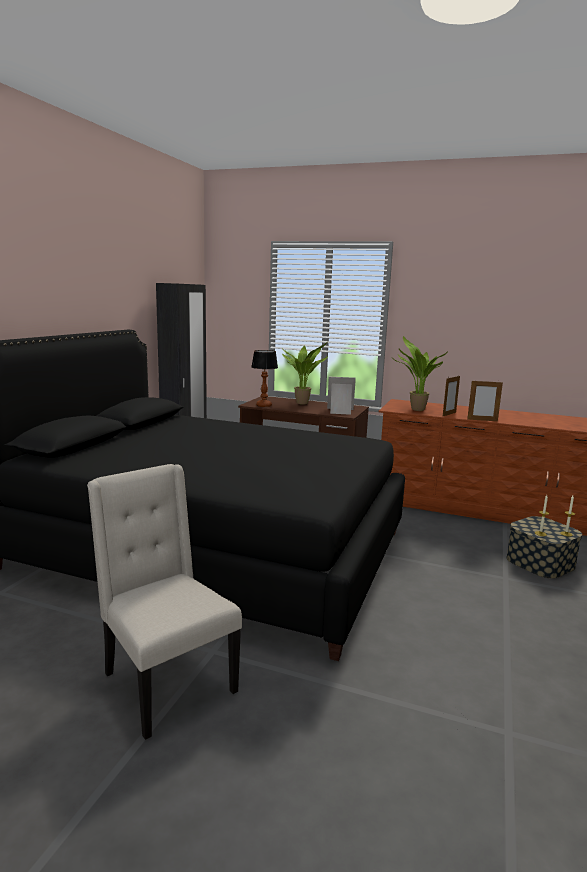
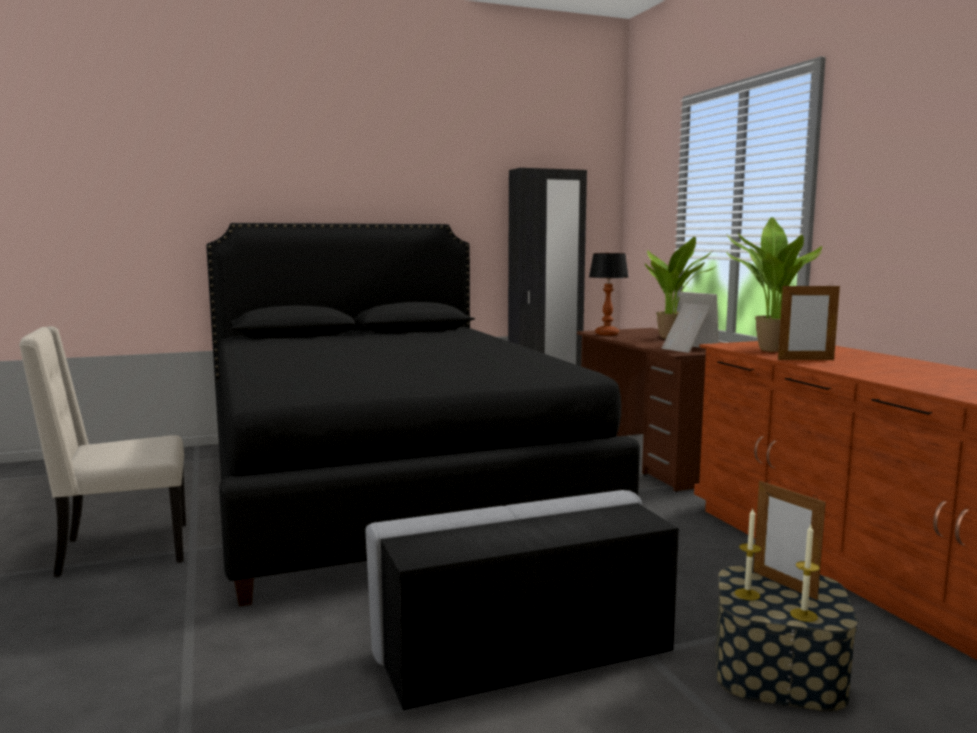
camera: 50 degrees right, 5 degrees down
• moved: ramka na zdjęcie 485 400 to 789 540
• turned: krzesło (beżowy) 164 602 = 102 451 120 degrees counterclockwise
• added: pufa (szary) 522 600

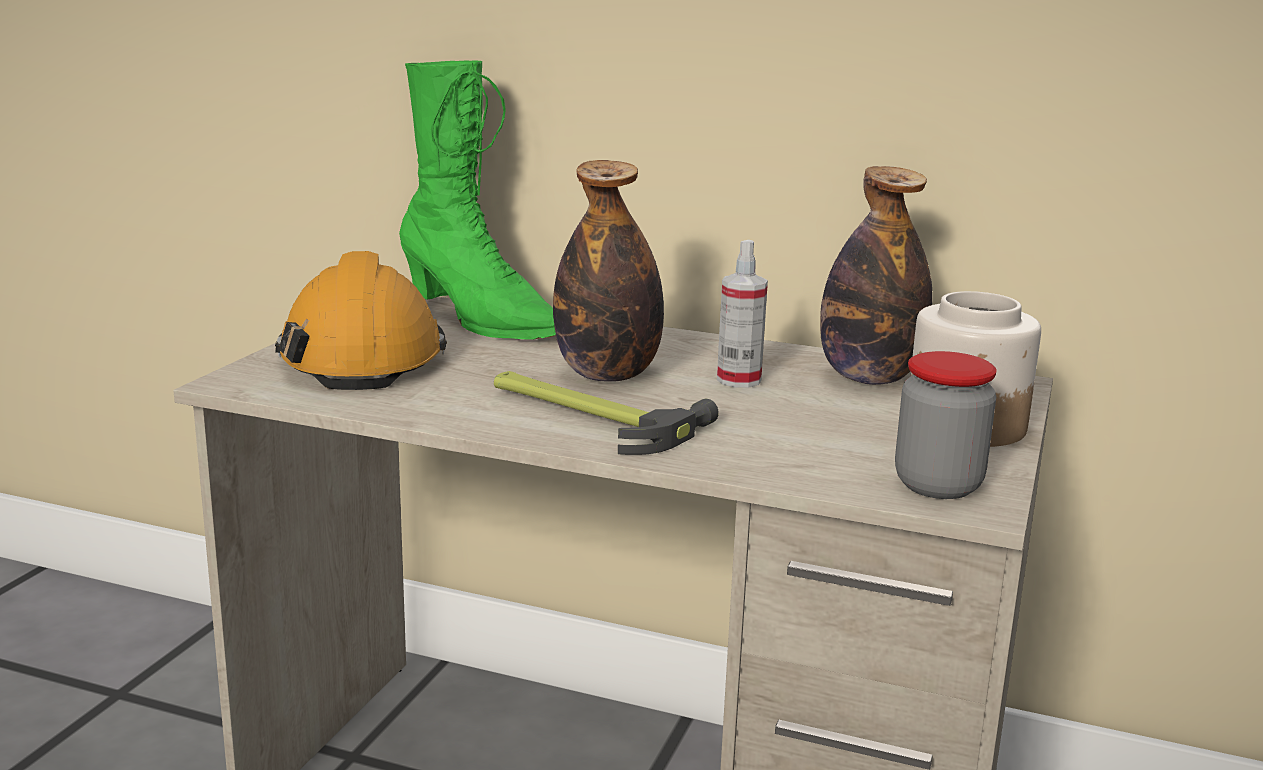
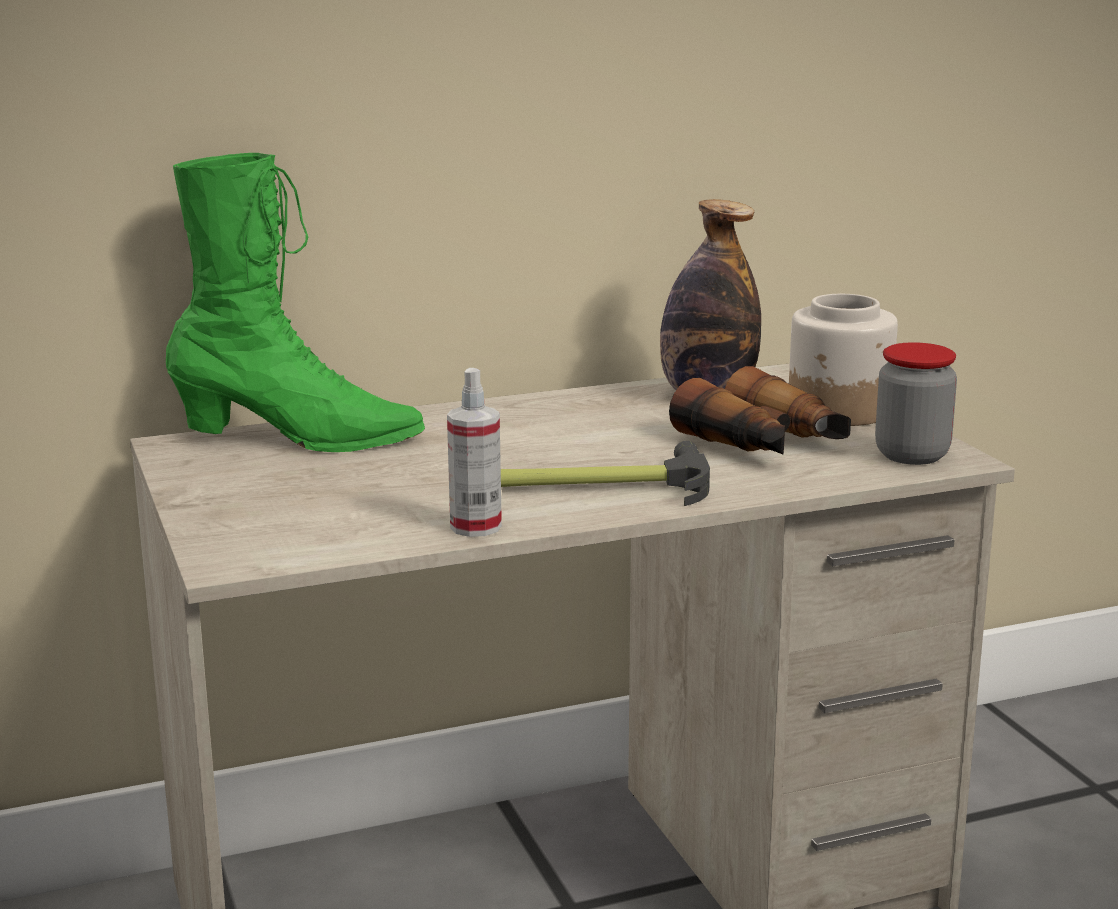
camera: 40 degrees left, 0 degrees up
• removed: butelka 608 271
• moved: spryskiwacz 742 314 to 474 452
• removed: kask (pomarańczowy) 361 320
• added: lornetka 760 410

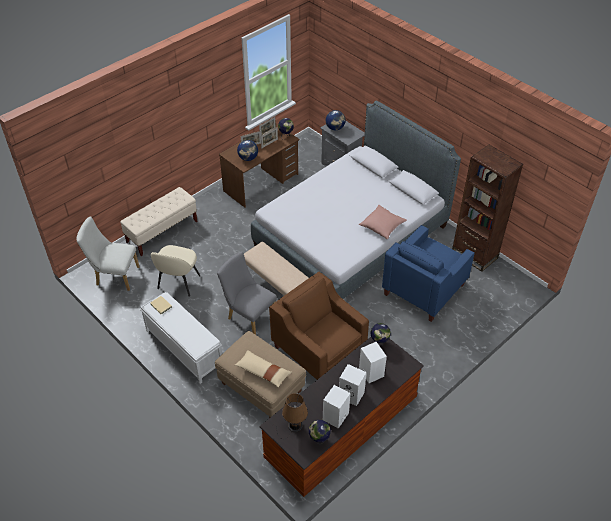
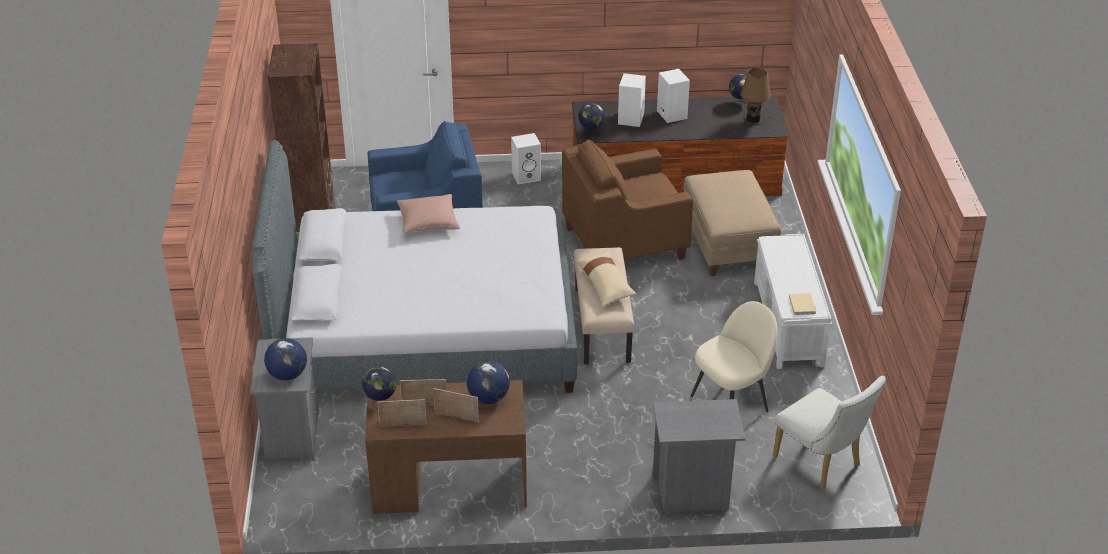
camera: 140 degrees left, 10 degrees down
• replaced: ławka (beżowy) 159 221 to szafka nocna (szary) 699 455
• removed: krzesło (szary) 247 293
• turned: fotel (brązowy) 319 326 = 627 199 75 degrees clockwise
• moved: poduszka (beżowy) 263 369 to 606 278
• moved: głośnik (biały) 336 406 to 526 158

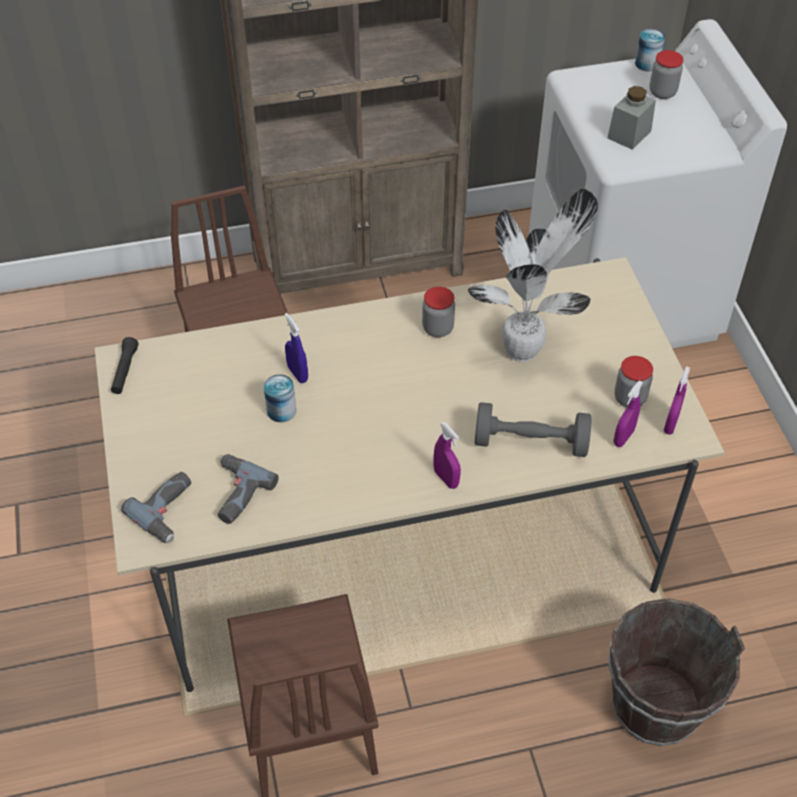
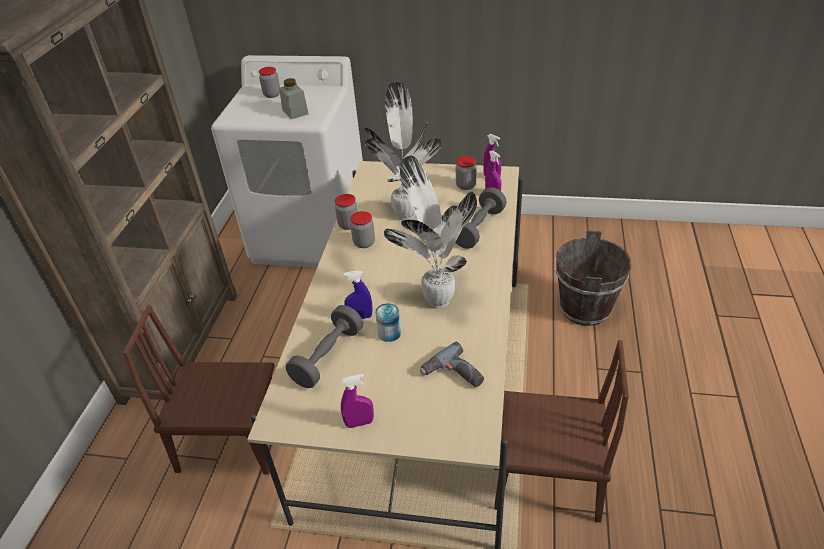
camera: 65 degrees left, 10 degrees down
• removed: puszka 650 50
• removed: latarka (czarny) 124 365
• moved: spryskiwacz (fioletowy) 447 455 to 357 401
• removed: wiertarka 156 507
• added: roślina doniczkowa 430 232
• added: słoik 346 212
• added: hantel (szary) 324 346

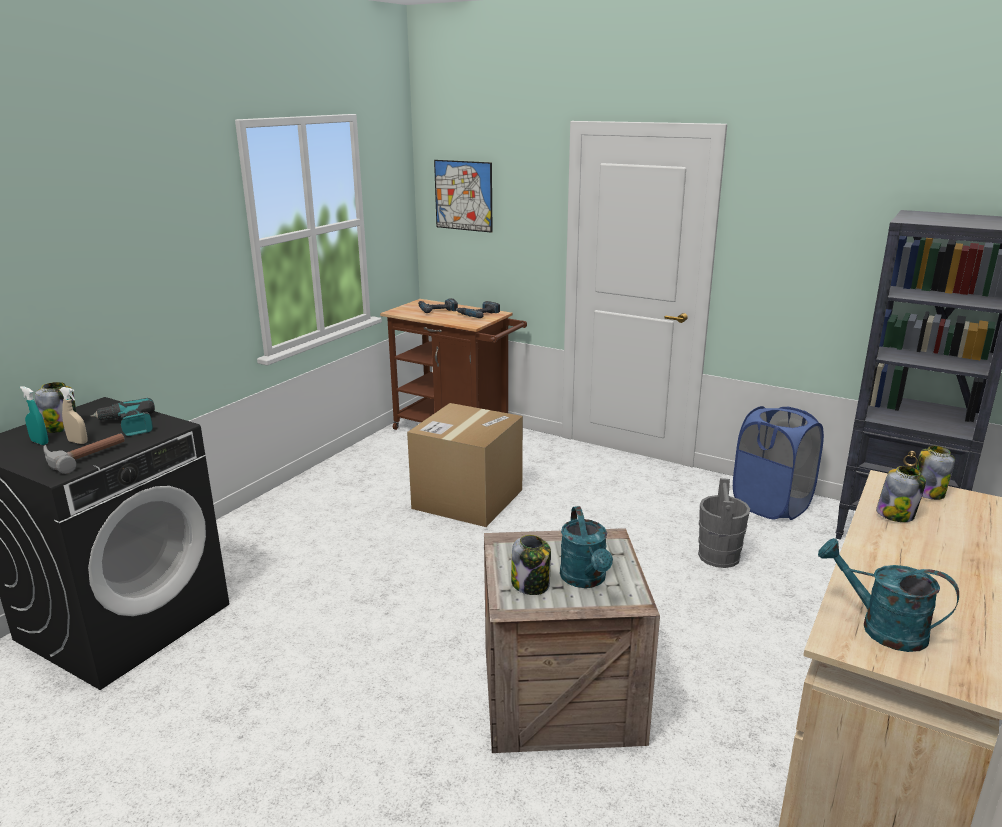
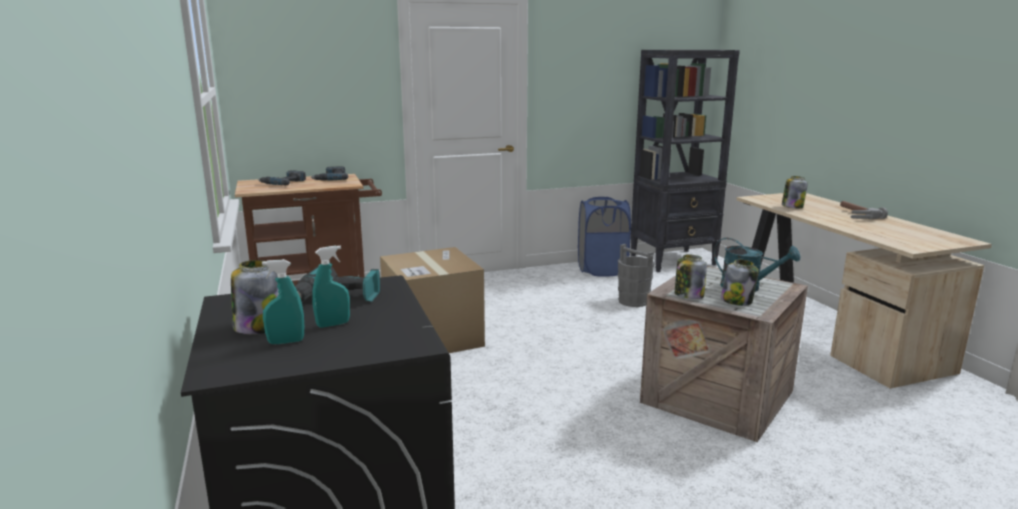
camera: 50 degrees left, 5 degrees down
• removed: obraz 463 196
• recoloured: spryskiwacz (beżowy) 73 415 to spryskiwacz (turkusowy) 331 286
• moved: młotek 84 453 to 864 210
• moved: słoik 935 473 to 691 276
• removed: konewka (turkusowy) 888 595

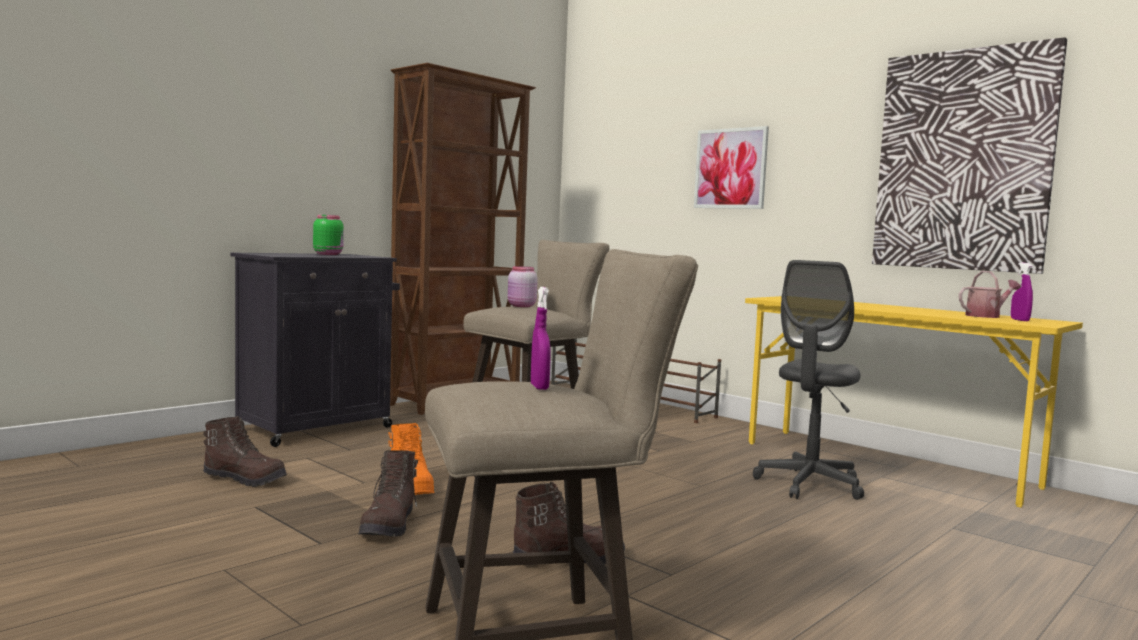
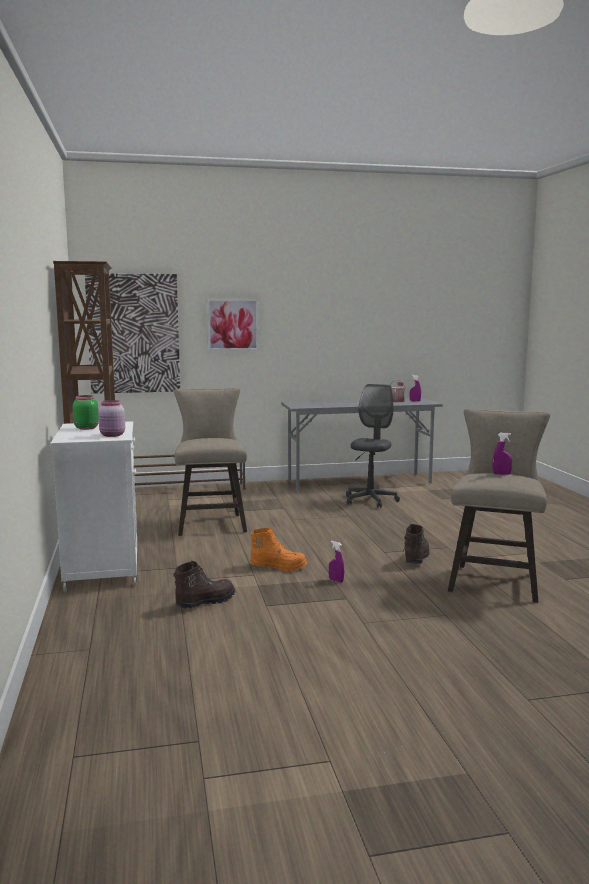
camera: 55 degrees left, 5 degrees up
• moved: obraz 969 155 to 132 333
• recoloured: szafka (czarny) 315 350 to szafka (biały) 93 506
• turned: krzesło biurowe (szary) 808 380 = 373 446 135 degrees counterclockwise
• moved: słoik (różowy) 523 286 to 111 418
• recoloured: biurko (żółty) 914 401 to biurko (szary) 362 445
• replaced: but z cholewką (brązowy) 388 493 to spryskiwacz (fioletowy) 336 562

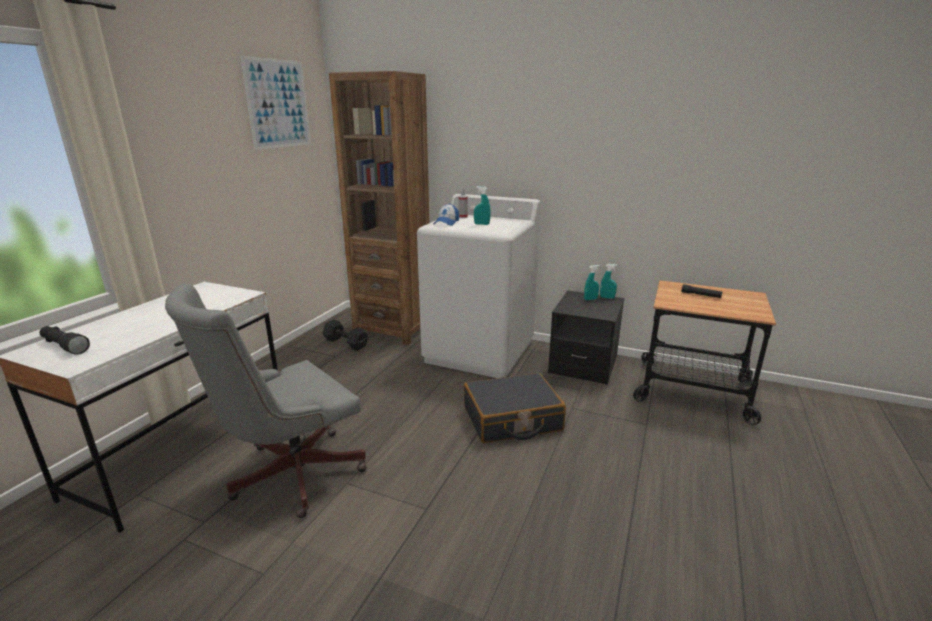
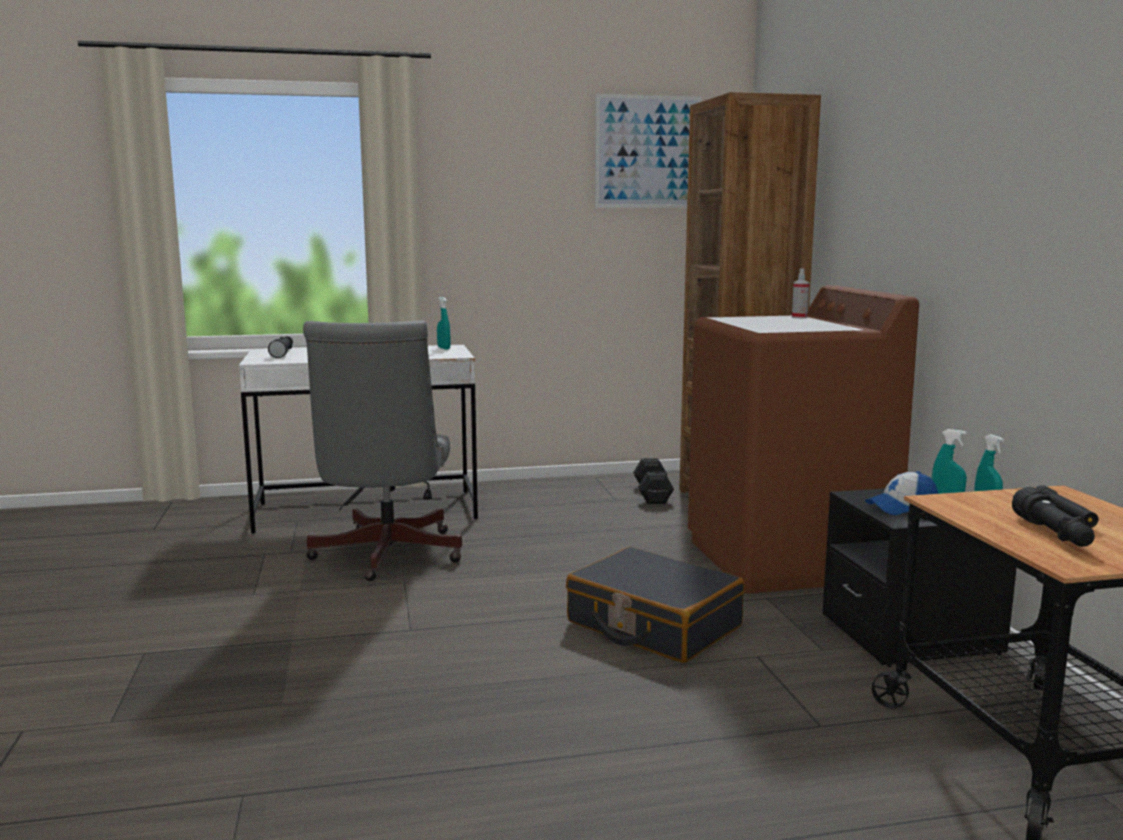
camera: 55 degrees right, 10 degrees down
• moved: spryskiwacz (turkusowy) 482 205 to 444 323
• recoloured: pralka (biały) 478 286 to pralka (brązowy) 803 439
• moved: czapka z daszkiem 446 215 to 901 493
• turned: krzesło biurowe (szary) 266 401 = 382 450 105 degrees counterclockwise
• added: latarka (czarny) 1053 517

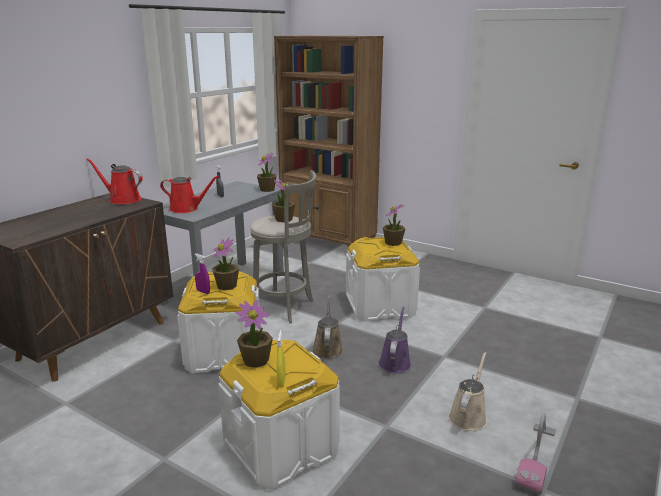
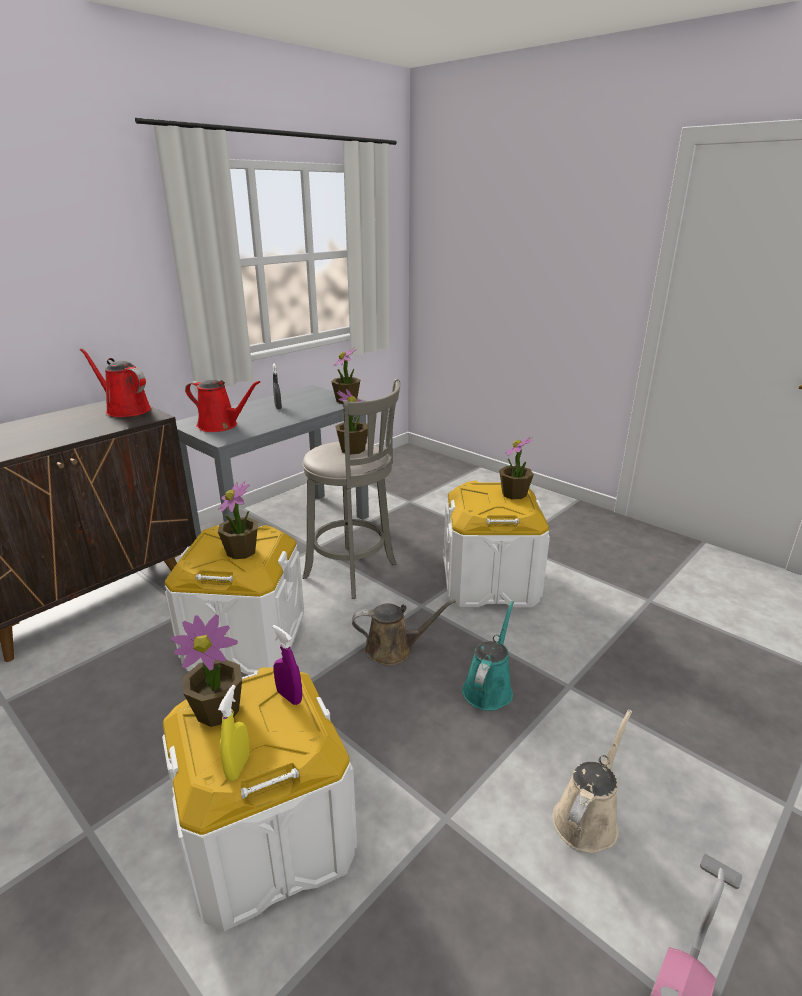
camera: 10 degrees right, 5 degrees up
• removed: regał (brązowy) 329 141
• moved: spryskiwacz (fioletowy) 202 273 to 287 665
• turned: konewka (brązowy) 327 327 = 404 633 75 degrees clockwise
• recoloured: konewka (fioletowy) 394 340 to konewka (turkusowy) 488 656

